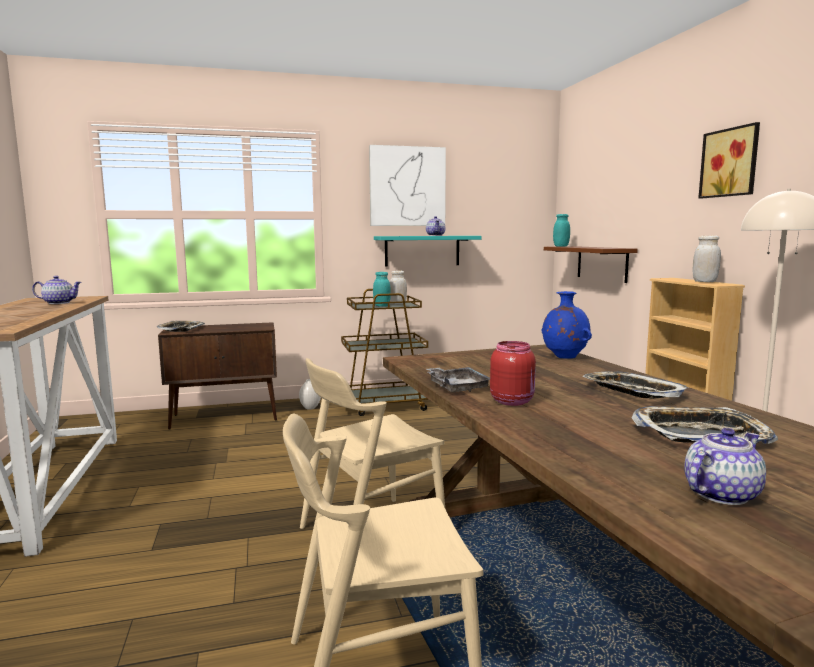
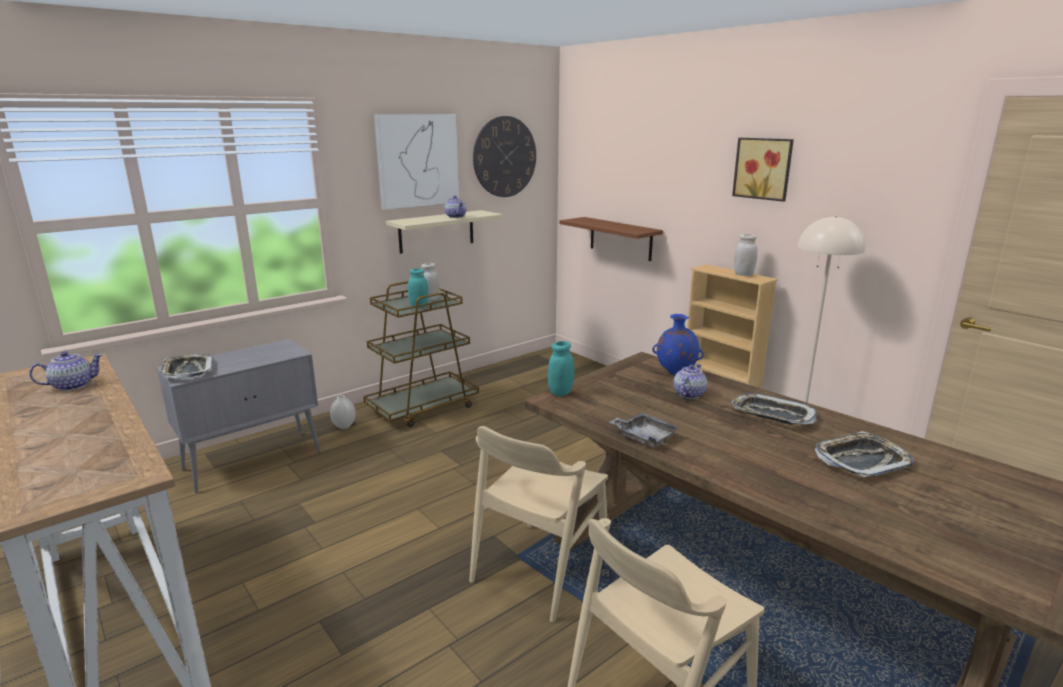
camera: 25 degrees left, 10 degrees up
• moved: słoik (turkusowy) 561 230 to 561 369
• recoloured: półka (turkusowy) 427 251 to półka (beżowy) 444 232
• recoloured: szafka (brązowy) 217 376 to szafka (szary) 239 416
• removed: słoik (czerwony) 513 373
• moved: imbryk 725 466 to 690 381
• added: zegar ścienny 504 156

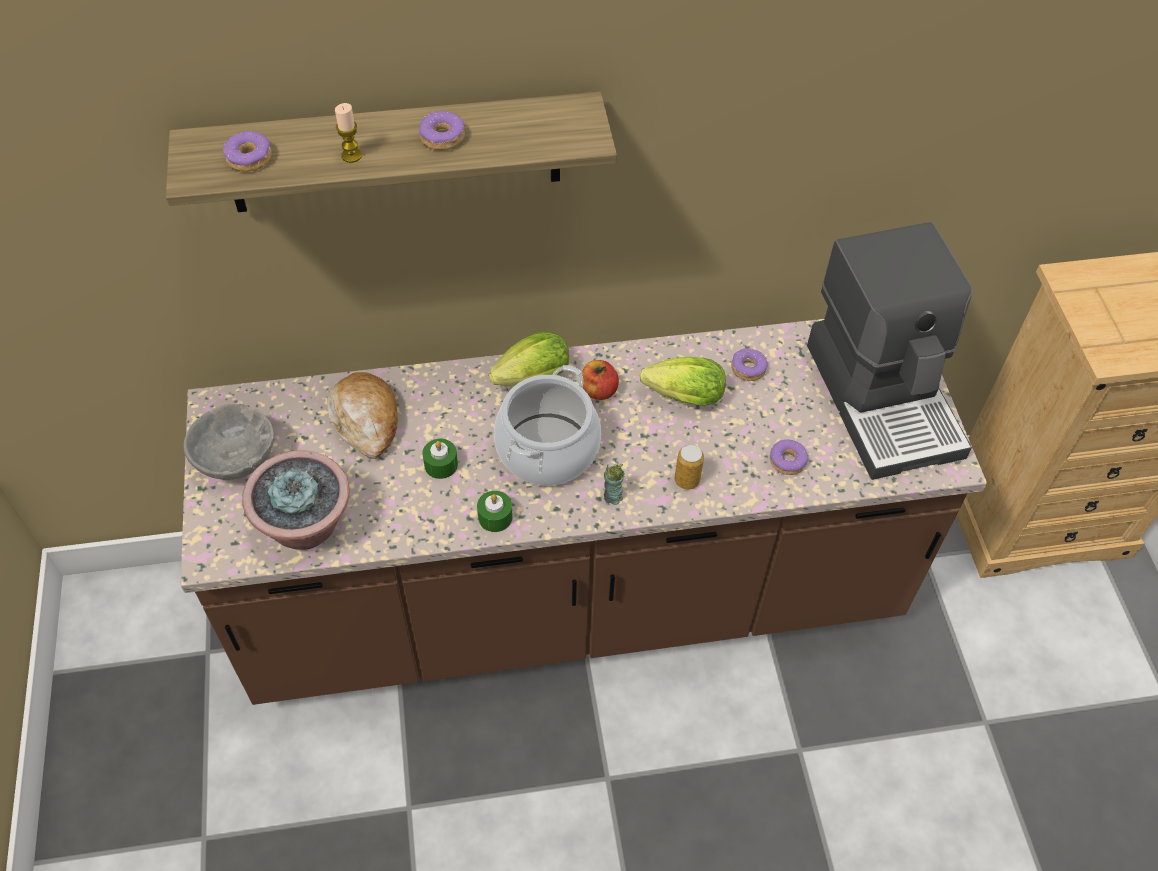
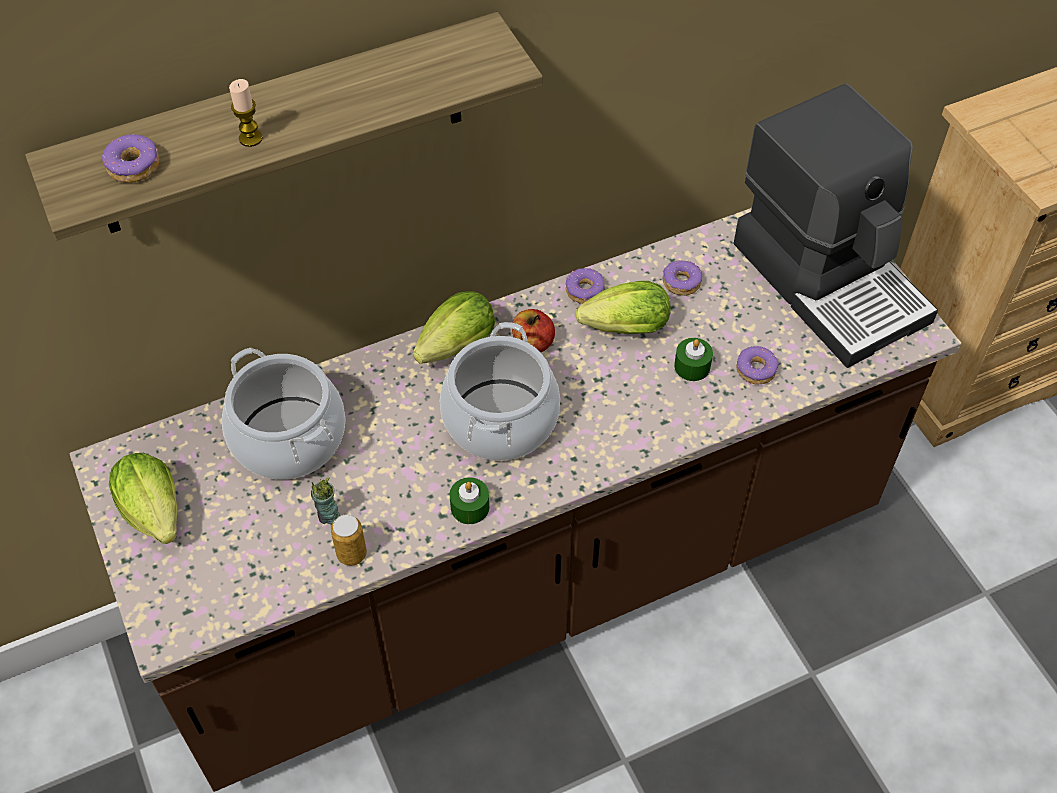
camera: 15 degrees left, 0 degrees up
• moved: donut 442 130 to 585 286
• replaced: chleb 362 415 to garnek 284 414
• replaced: miska (szary) 229 442 to sałata 143 498
• moved: świeca (zielony) 440 459 to 693 359
• moved: puszka 689 467 to 349 540
• removed: roślina doniczkowa 295 500
• moved: filiżanka 614 484 to 325 501

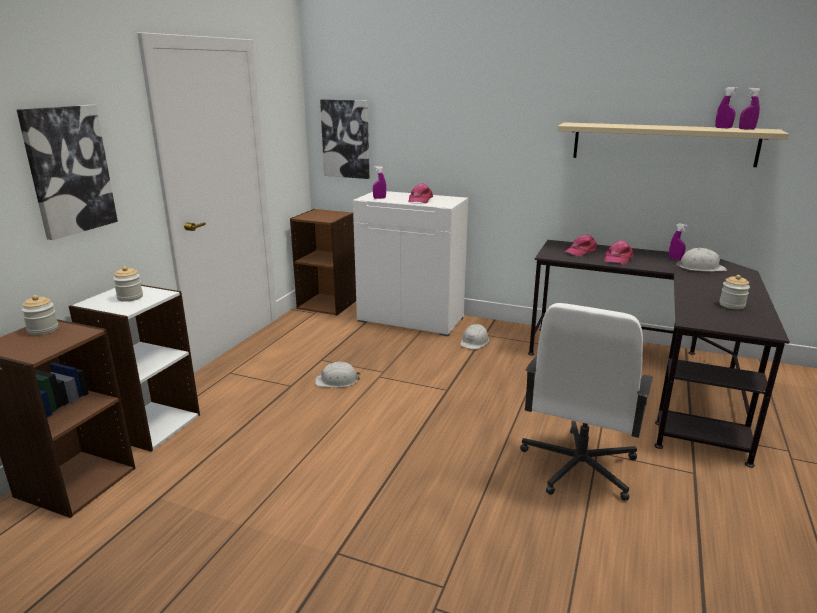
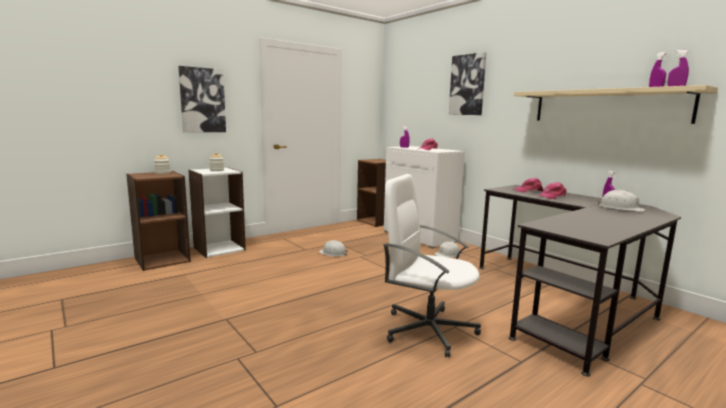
camera: 30 degrees right, 10 degrees down
• moved: obraz 344 139 to 467 83
• removed: słoik 734 292
• turned: krzesło biurowe (biały) 586 402 = 432 266 60 degrees clockwise

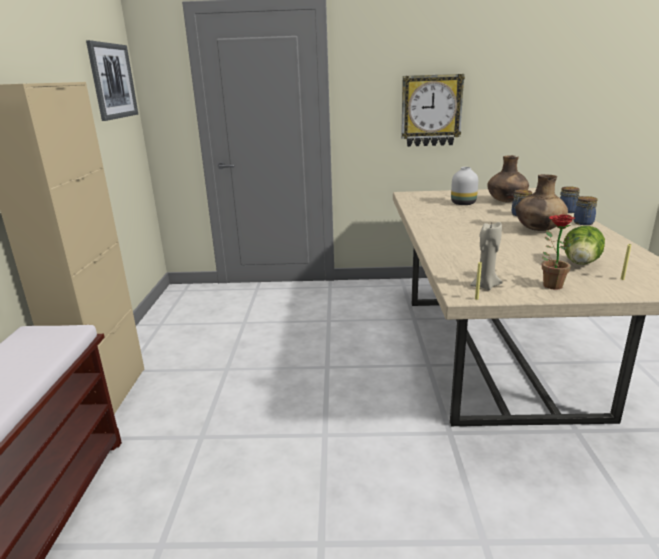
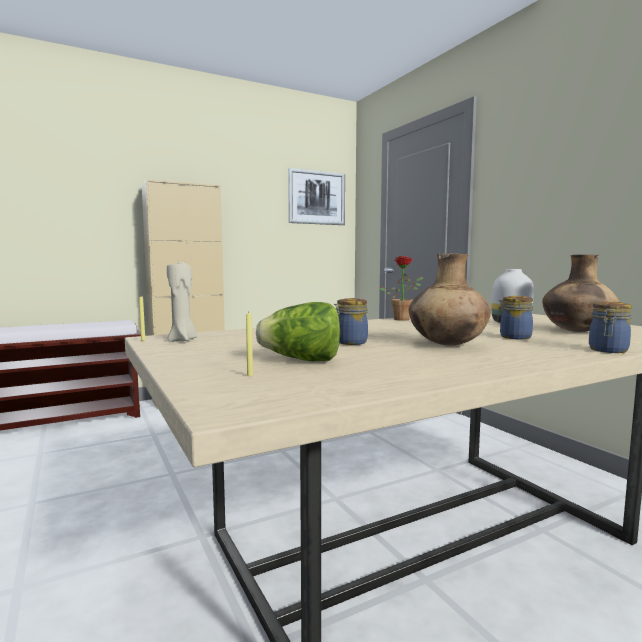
camera: 60 degrees right, 15 degrees down
• removed: zegar ścienny 433 110
• moved: słoik 586 210 to 351 321
• moved: roślina doniczkowa 561 251 to 401 288

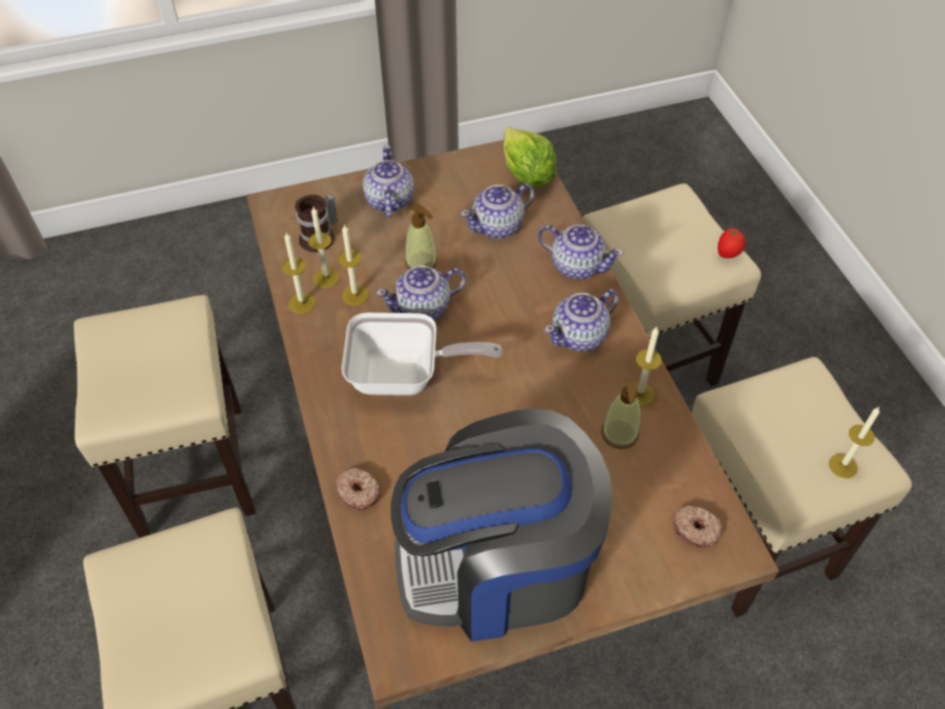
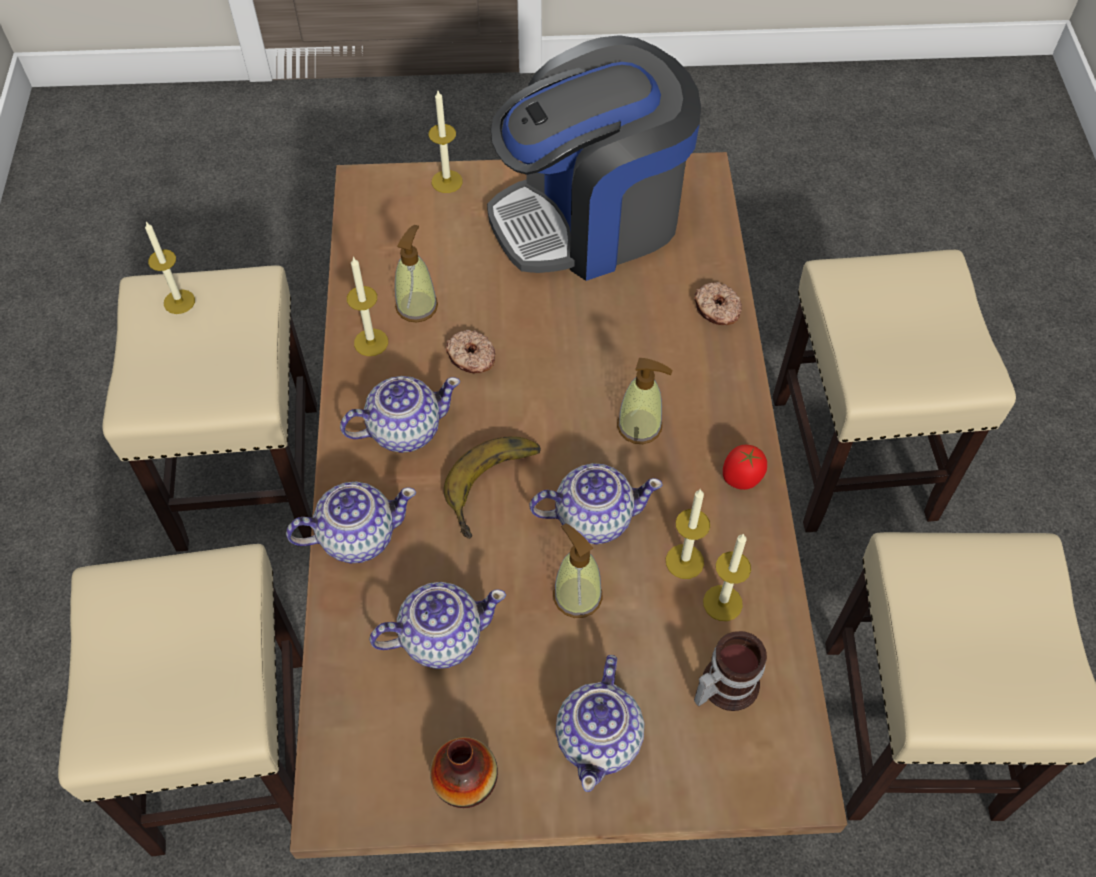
camera: 165 degrees left, 5 degrees up
• removed: sałata 530 157
• turned: imbryk 581 252 = 351 522 120 degrees clockwise
• moved: pomidor 731 243 to 745 467
• moved: świeca 299 273 to 445 142
• replaced: patelnia 422 354 to dozownik mydła 644 401
• turned: ekspres do kawy 502 525 = 594 158 150 degrees clockwise
• moved: donut 698 526 to 470 351
• added: banan 492 487
• added: wazon 464 772

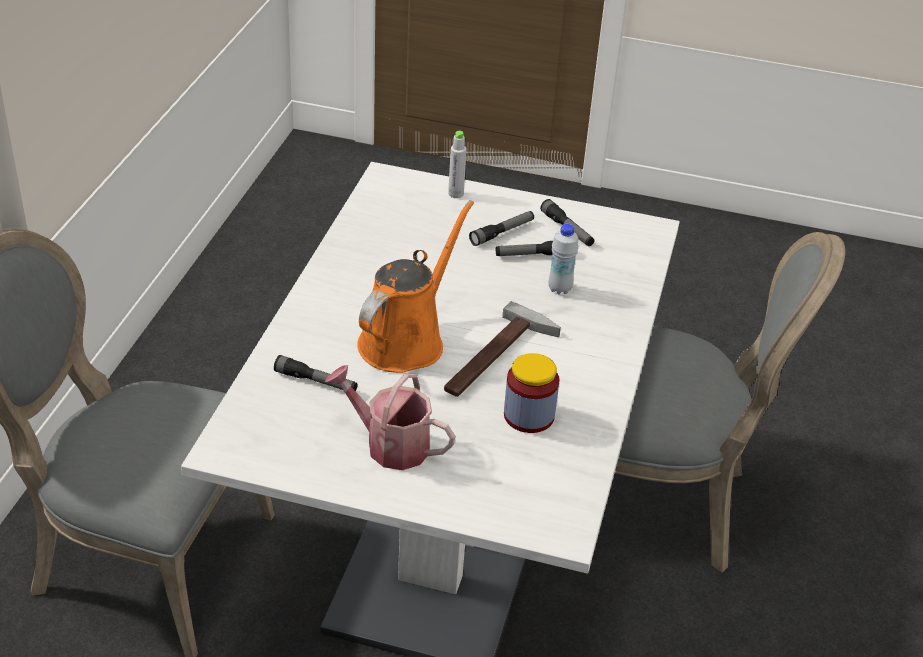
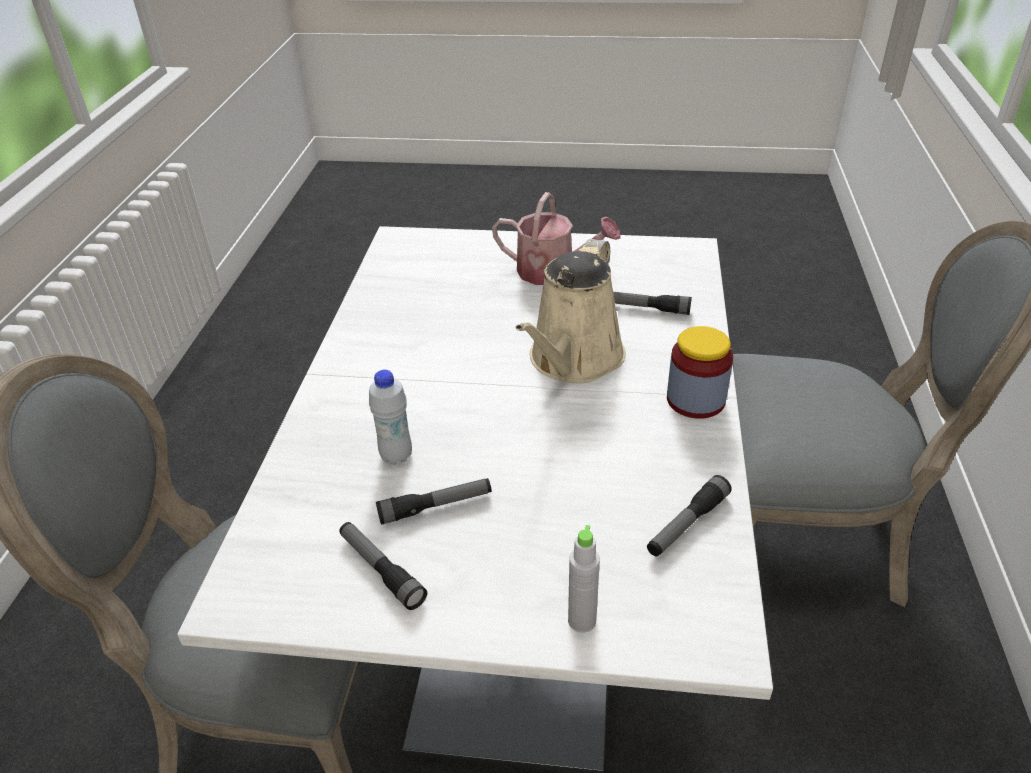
camera: 175 degrees right, 0 degrees up
• recoloured: konewka (pomarańczowy) 415 286 to konewka (beżowy) 571 311
• moved: latarka 501 228 to 689 515
• removed: młotek 502 349
• moved: słoik 531 393 to 700 372

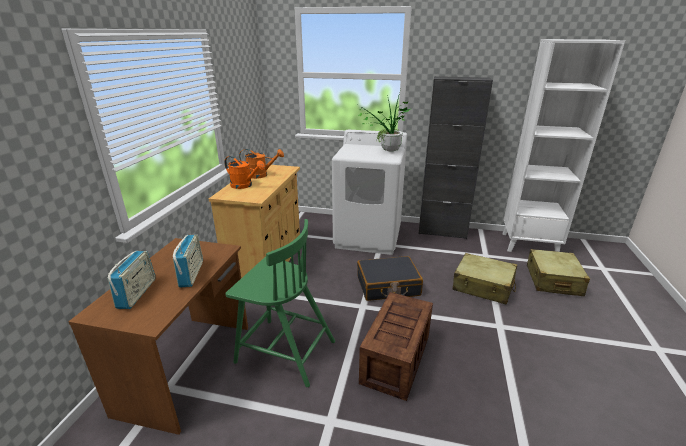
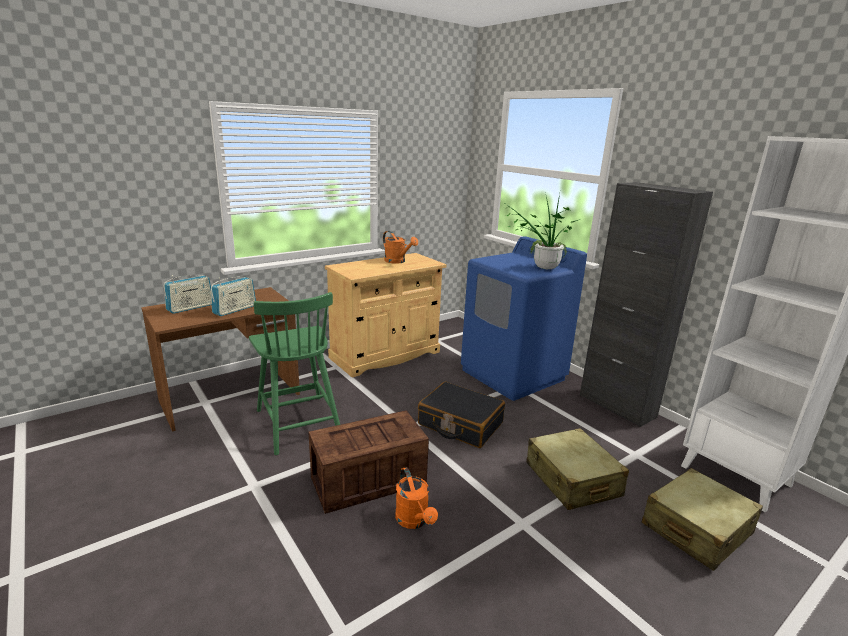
camera: 40 degrees right, 5 degrees down
• recoloured: pralka (biały) 369 192 to pralka (niebieski) 524 318
• moved: konewka (pomarańczowy) 244 172 to 416 498

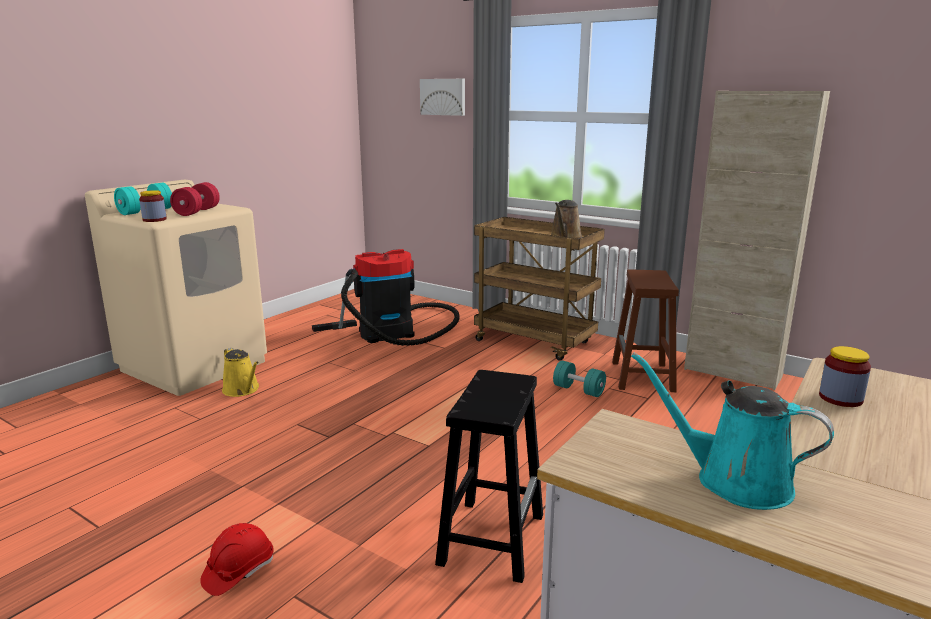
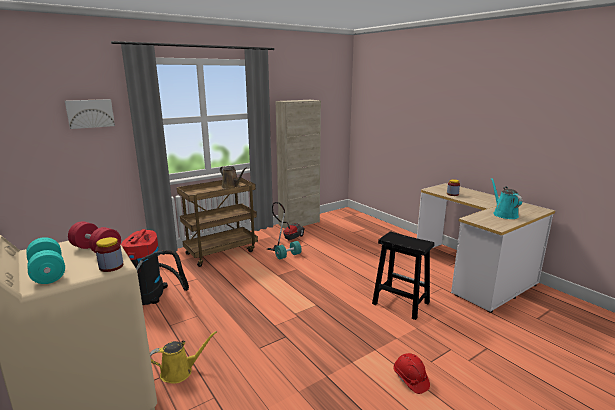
camera: 70 degrees left, 0 degrees up
• replaced: stołek (brązowy) 645 330 to odkurzacz 286 226
• turned: konewka (turkusowy) 732 431 = 506 198 120 degrees clockwise

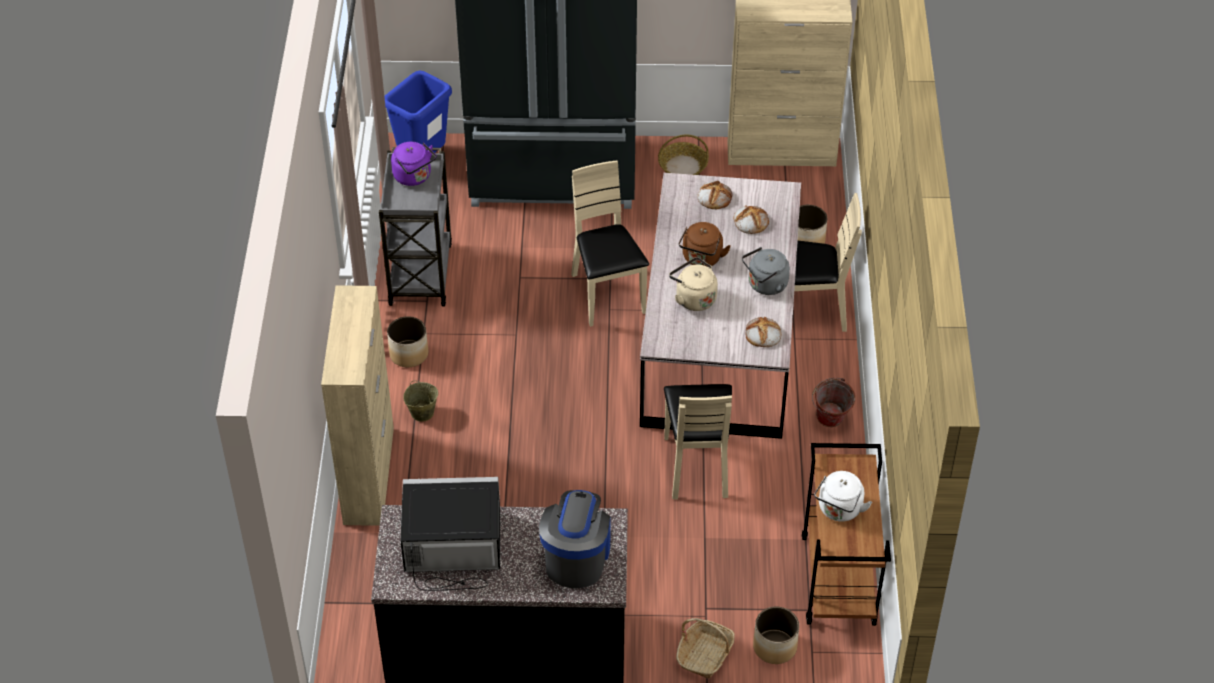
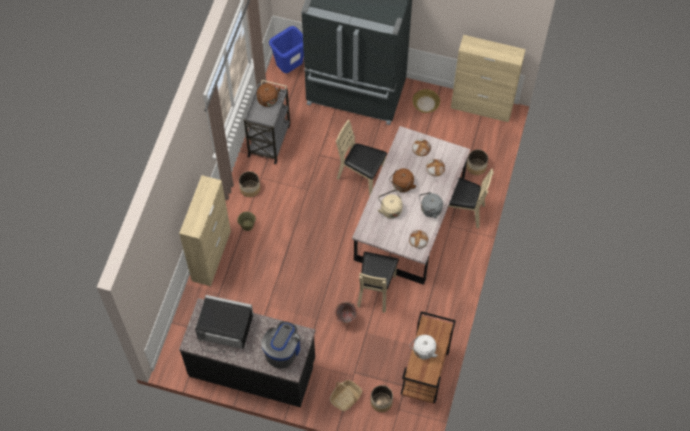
camera: 15 degrees right, 15 degrees up
• recoloured: czajnik (fioletowy) 414 164 to czajnik (brązowy) 269 95
• turned: krzesło (beżowy) 610 243 = 361 158 60 degrees counterclockwise
• moved: wiadro 833 402 to 345 312

